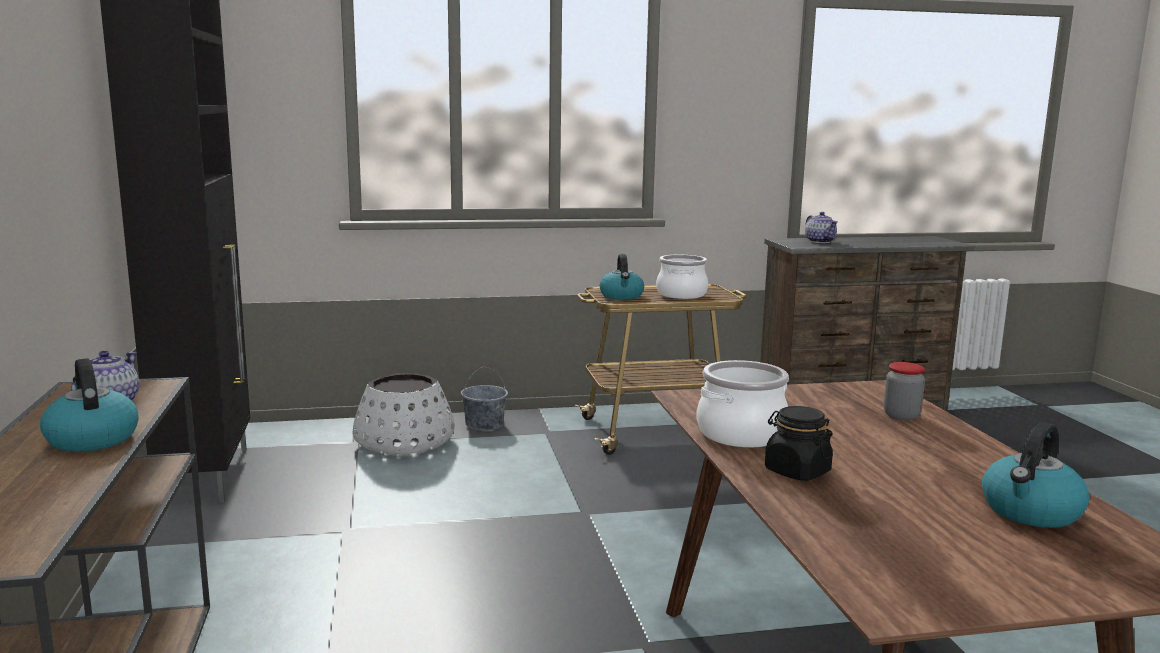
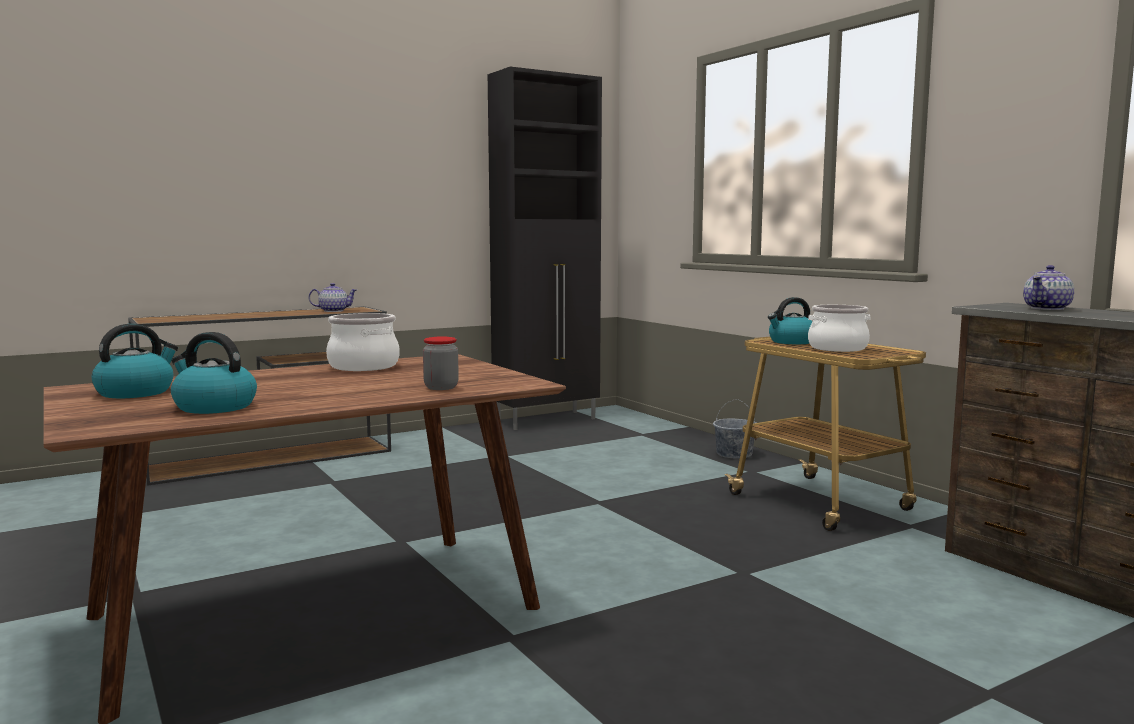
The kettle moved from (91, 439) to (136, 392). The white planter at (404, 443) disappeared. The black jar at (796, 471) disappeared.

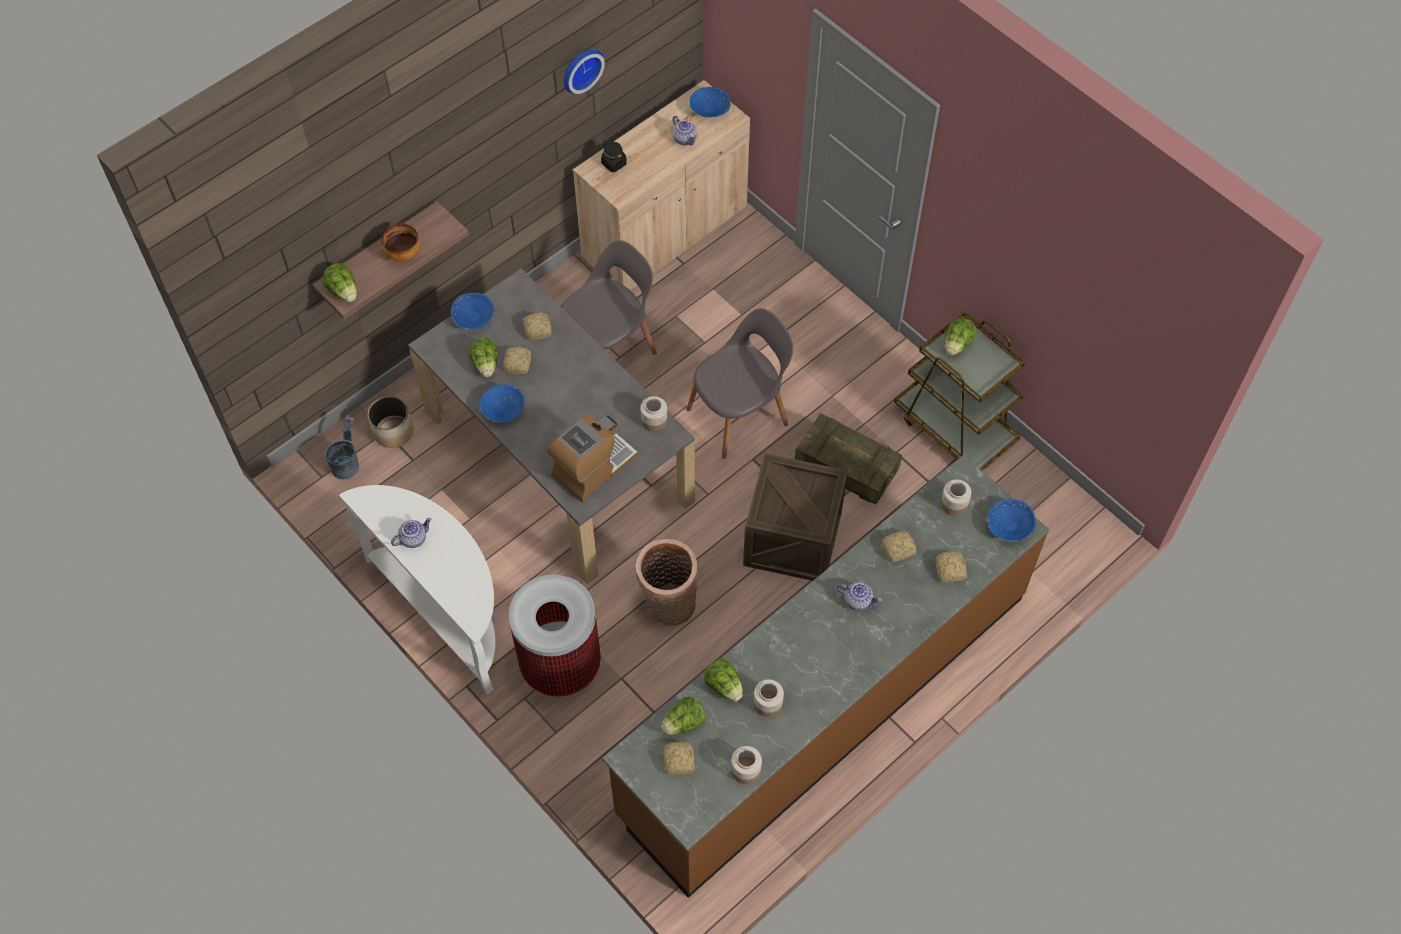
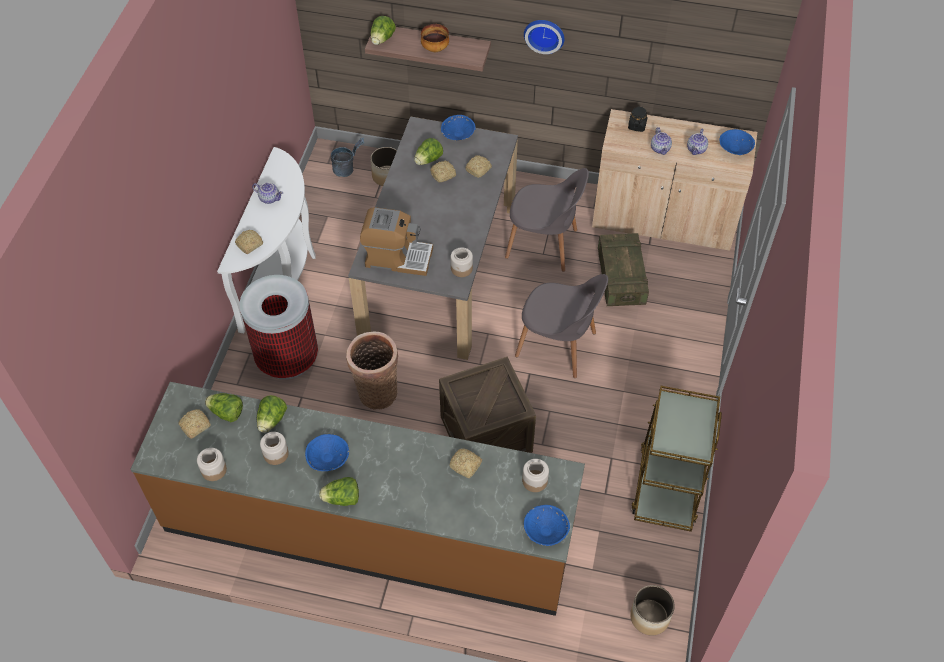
The blue bowl moved from (503, 409) to (328, 458). The wall clock moved from (580, 68) to (544, 34). The crate moved from (846, 467) to (621, 278). The teapot moved from (858, 600) to (660, 149). The bread moved from (950, 571) to (248, 245). The lettuce moved from (957, 344) to (342, 498). The planter at (649, 617) appeared.

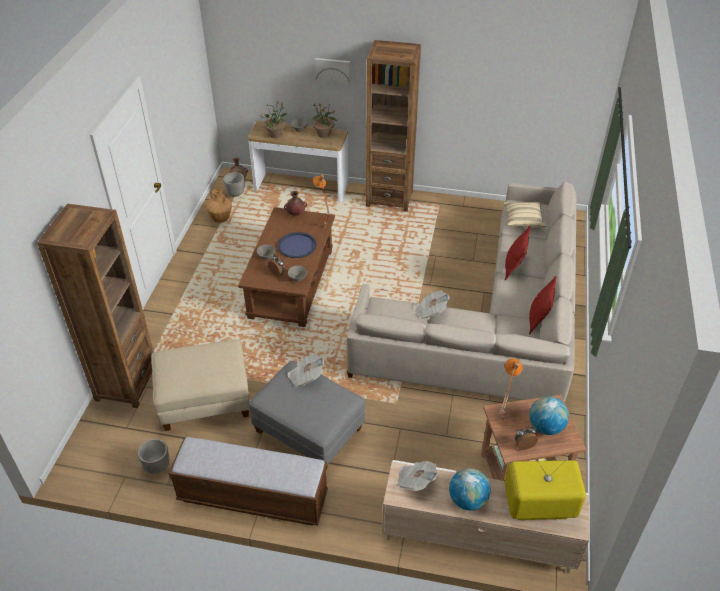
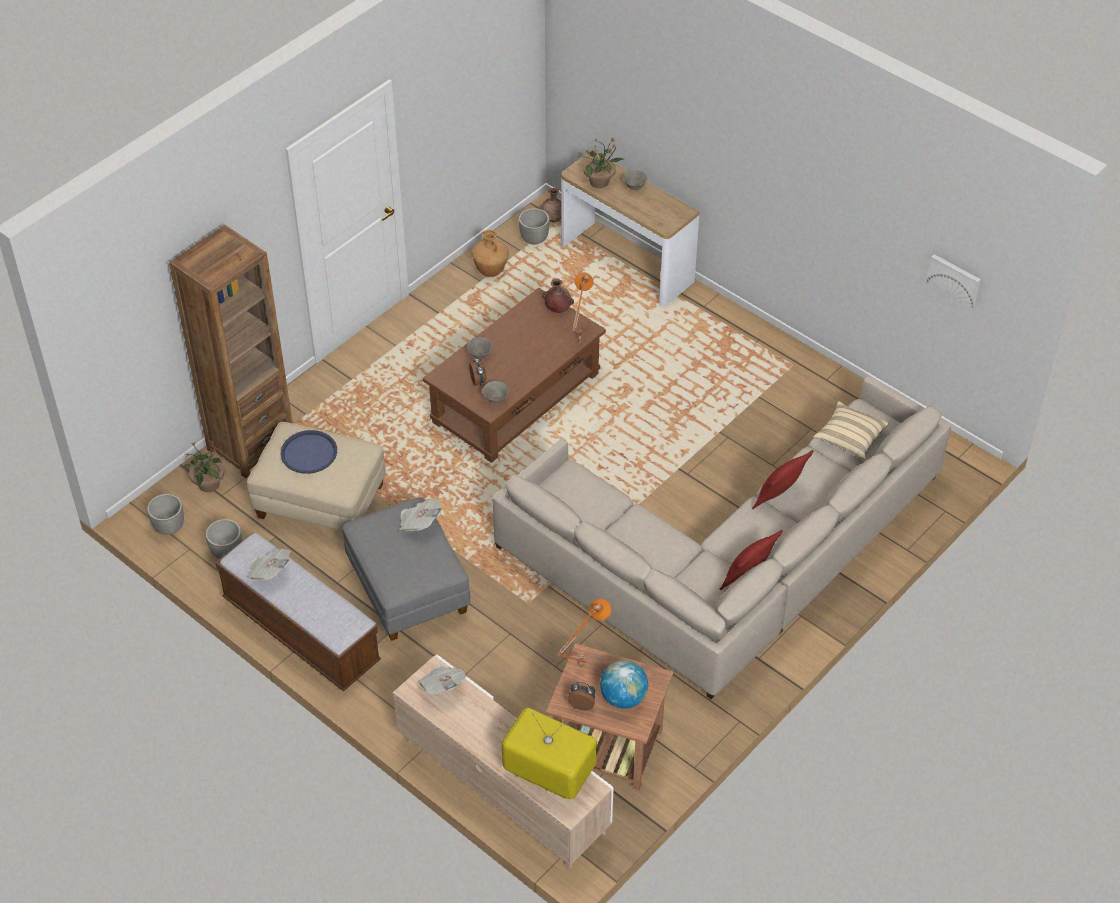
The blue tray moved from (297, 245) to (309, 453). The potted plant moved from (323, 134) to (208, 485). The picture moved from (333, 70) to (954, 279). The brown bookcase at (389, 198) disappeared. The newspaper moved from (430, 311) to (269, 572). The globe at (467, 500) disappeared. The planter at (169, 527) appeared.

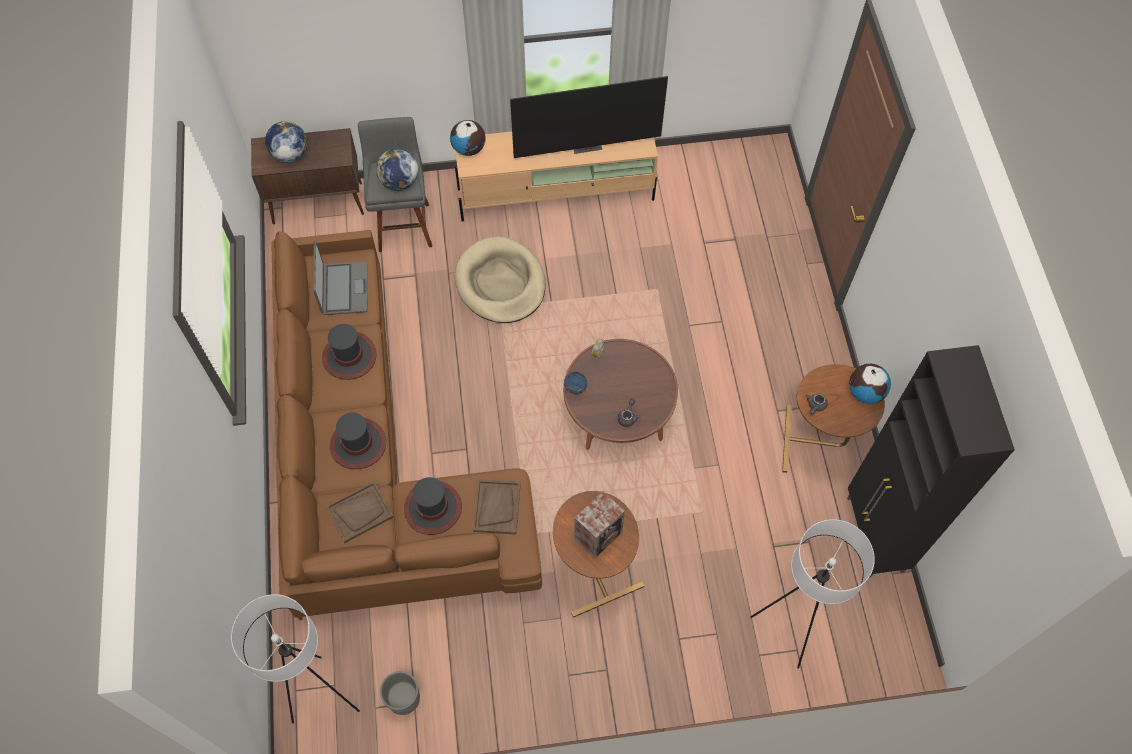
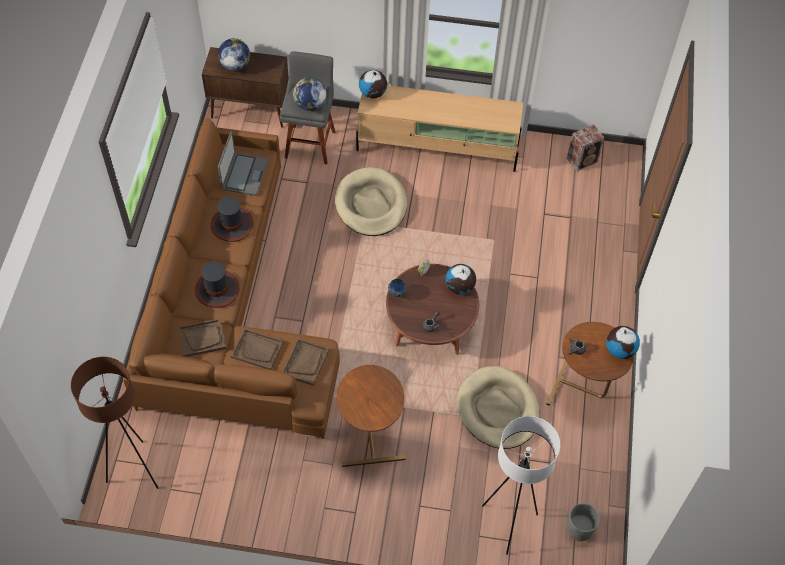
The white floor lamp at (324, 695) became the brown floor lamp at (136, 469). The grey planter moved from (403, 698) to (579, 528). The hat at (433, 507) was replaced by the brown tray at (257, 350). The television at (586, 144) disappeared. The speaker moved from (599, 535) to (583, 160). The black cabinet at (874, 536) disappeared. The globe at (459, 287) appeared. The beige dog bed at (497, 409) appeared.

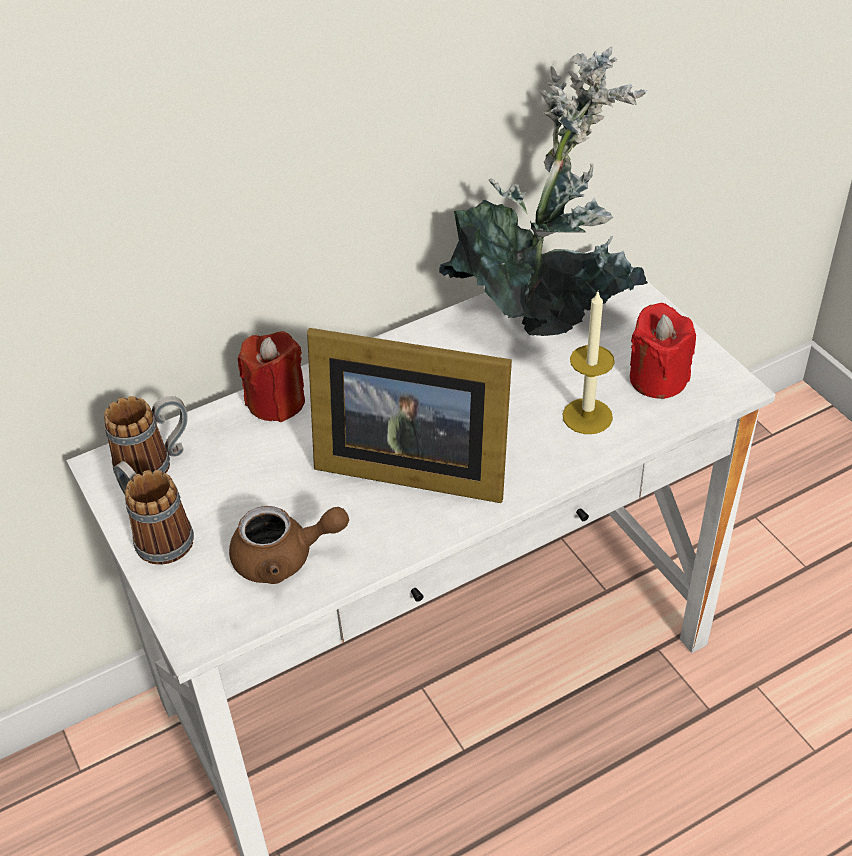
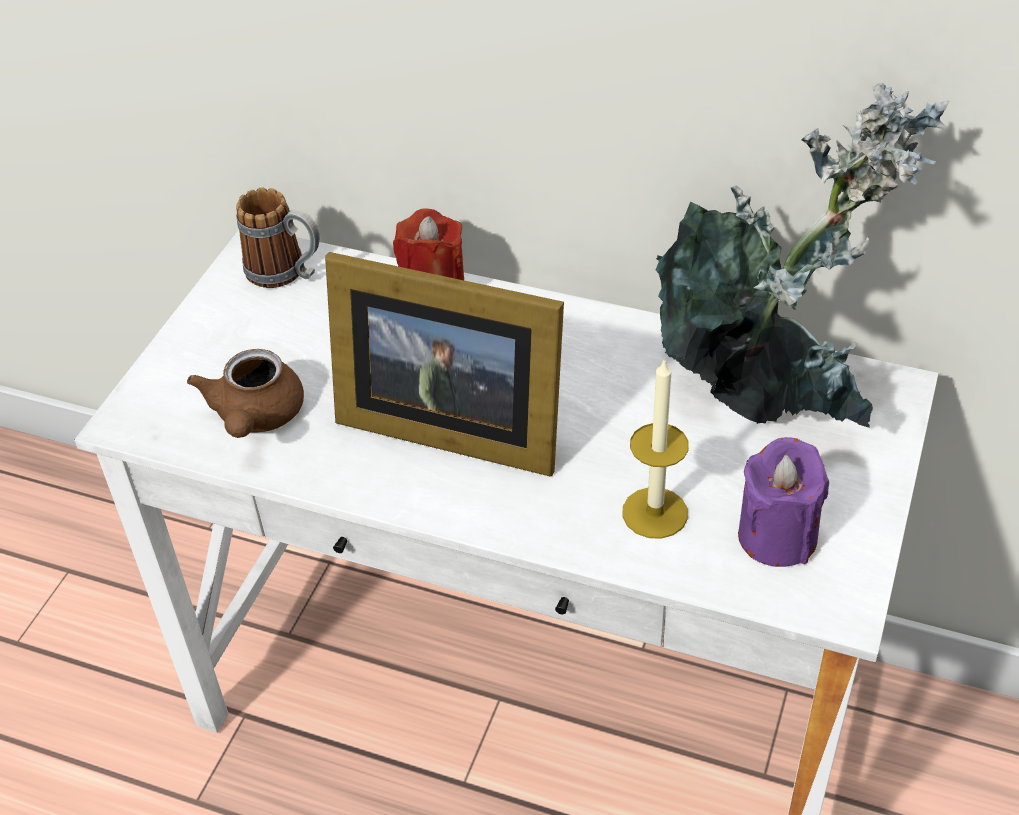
The mug at (156, 535) disappeared. The brown teapot at (284, 558) turned 45 degrees clockwise. The picture frame at (407, 464) turned 45 degrees counterclockwise. The red candle at (657, 379) became the purple candle at (777, 536).

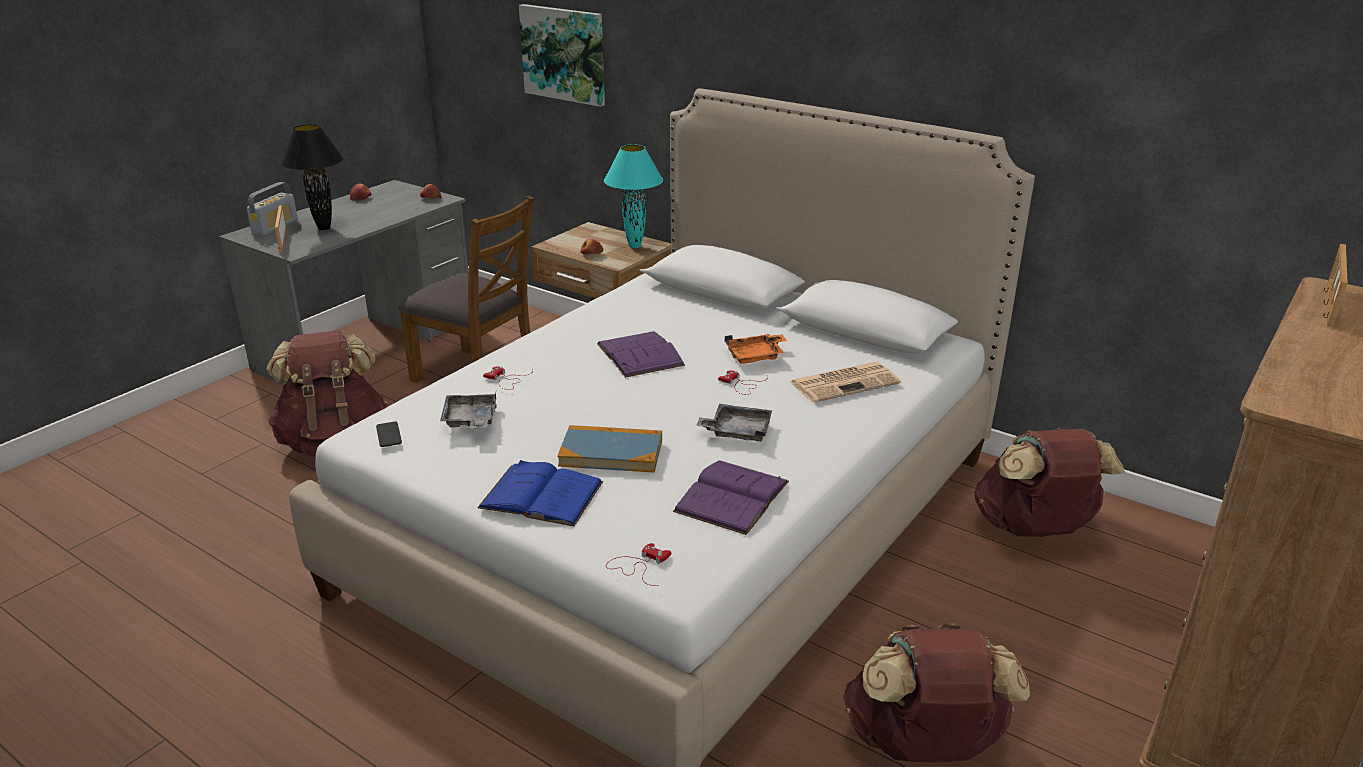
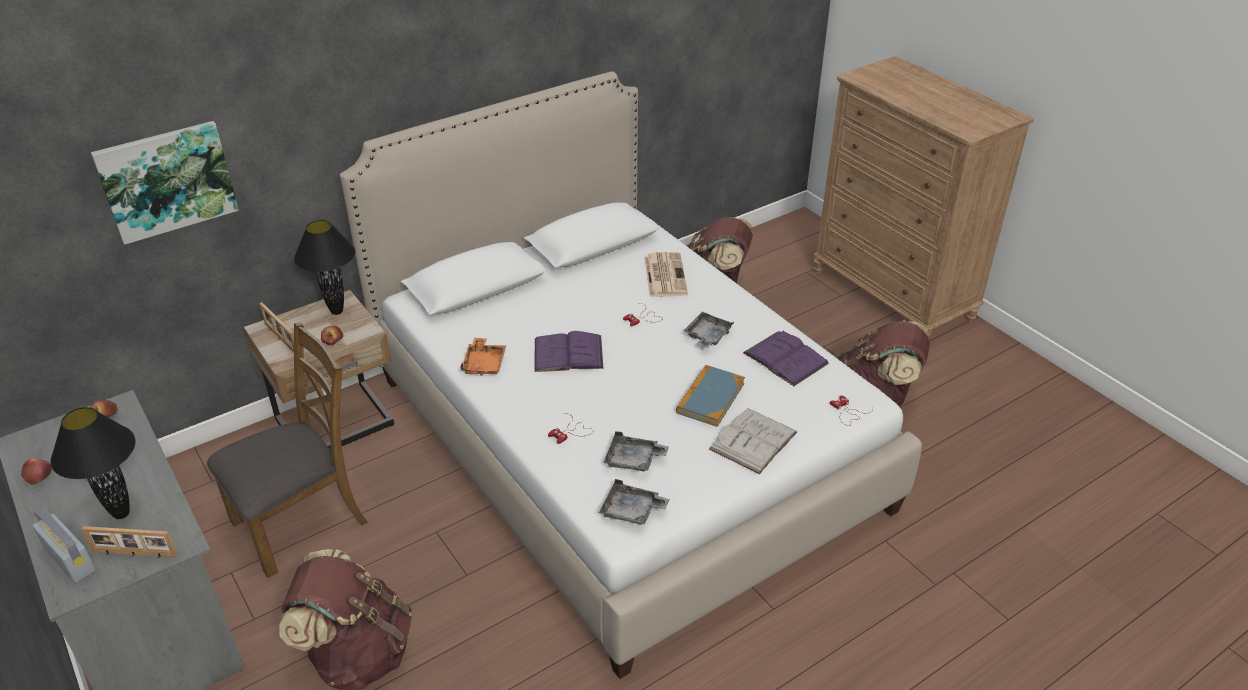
The phone at (389, 435) was replaced by the grey tray at (632, 511). The blue book at (541, 495) became the white book at (753, 440). The turquoise table lamp at (634, 246) became the black table lamp at (337, 311). The orange tray moved from (756, 356) to (484, 364). The picture frame moved from (1327, 304) to (280, 339).

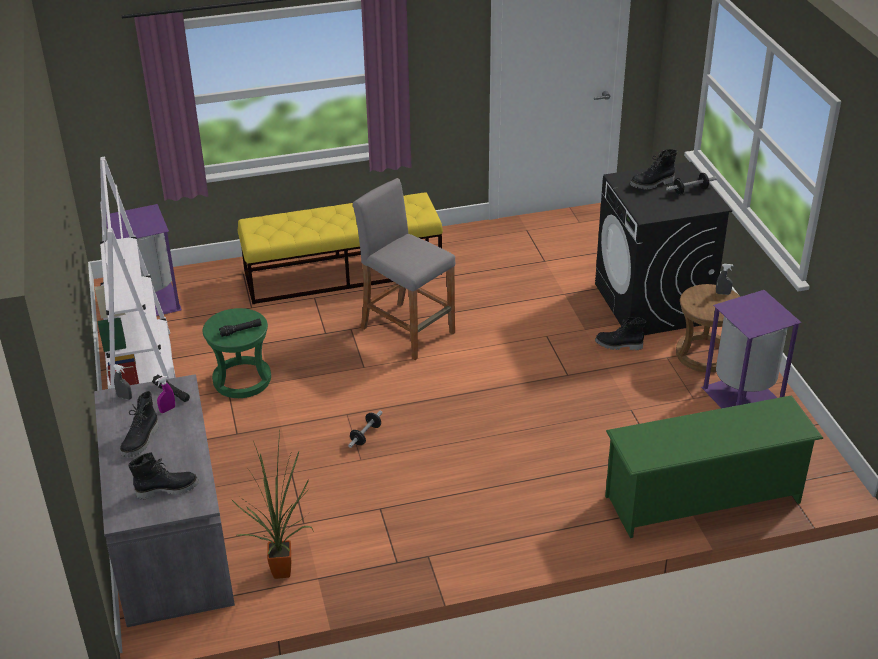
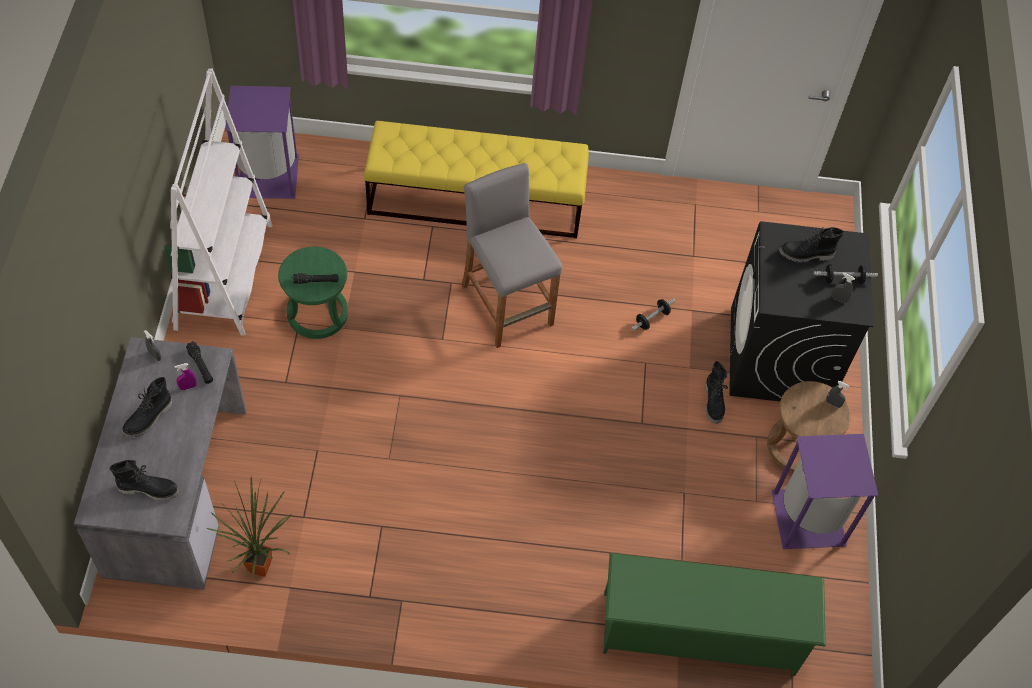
The dumbbell moved from (366, 435) to (652, 319). The black boot at (618, 345) turned 120 degrees counterclockwise. The grey spray bottle at (839, 299) appeared.

